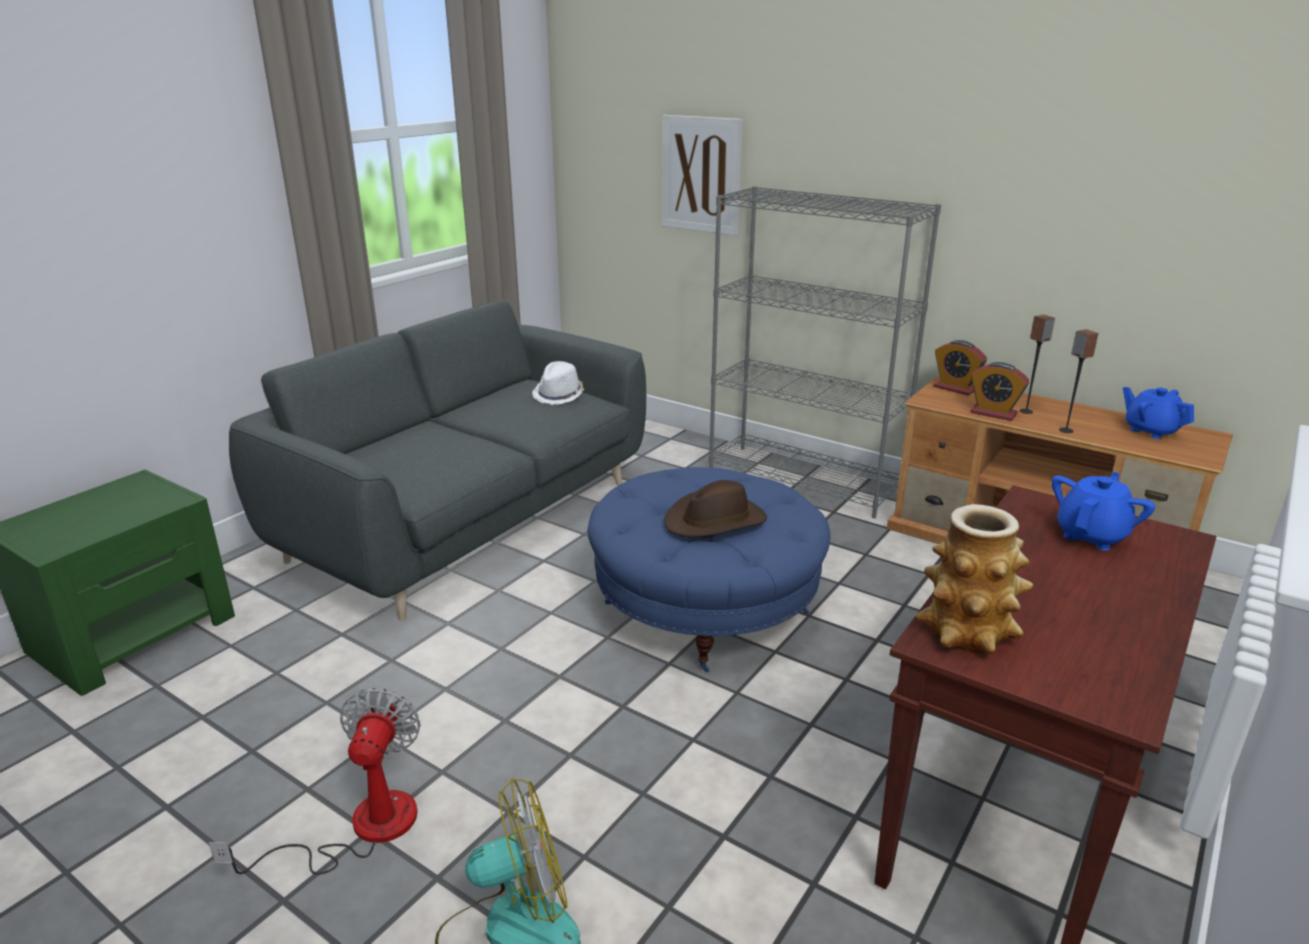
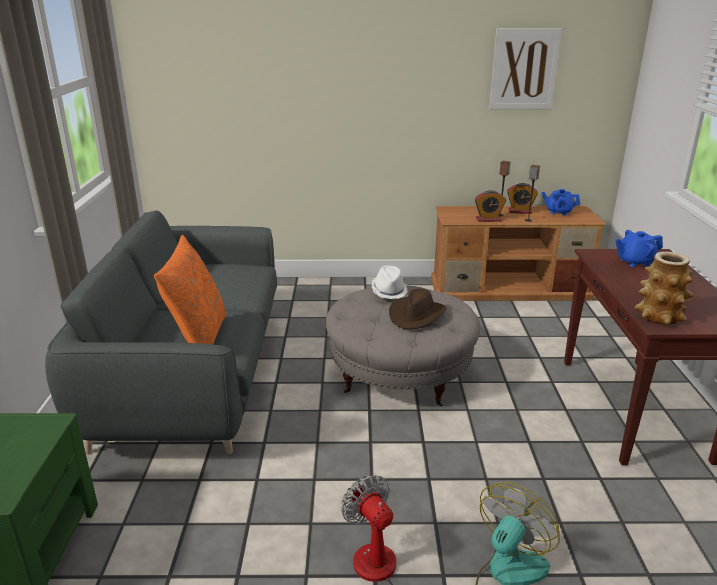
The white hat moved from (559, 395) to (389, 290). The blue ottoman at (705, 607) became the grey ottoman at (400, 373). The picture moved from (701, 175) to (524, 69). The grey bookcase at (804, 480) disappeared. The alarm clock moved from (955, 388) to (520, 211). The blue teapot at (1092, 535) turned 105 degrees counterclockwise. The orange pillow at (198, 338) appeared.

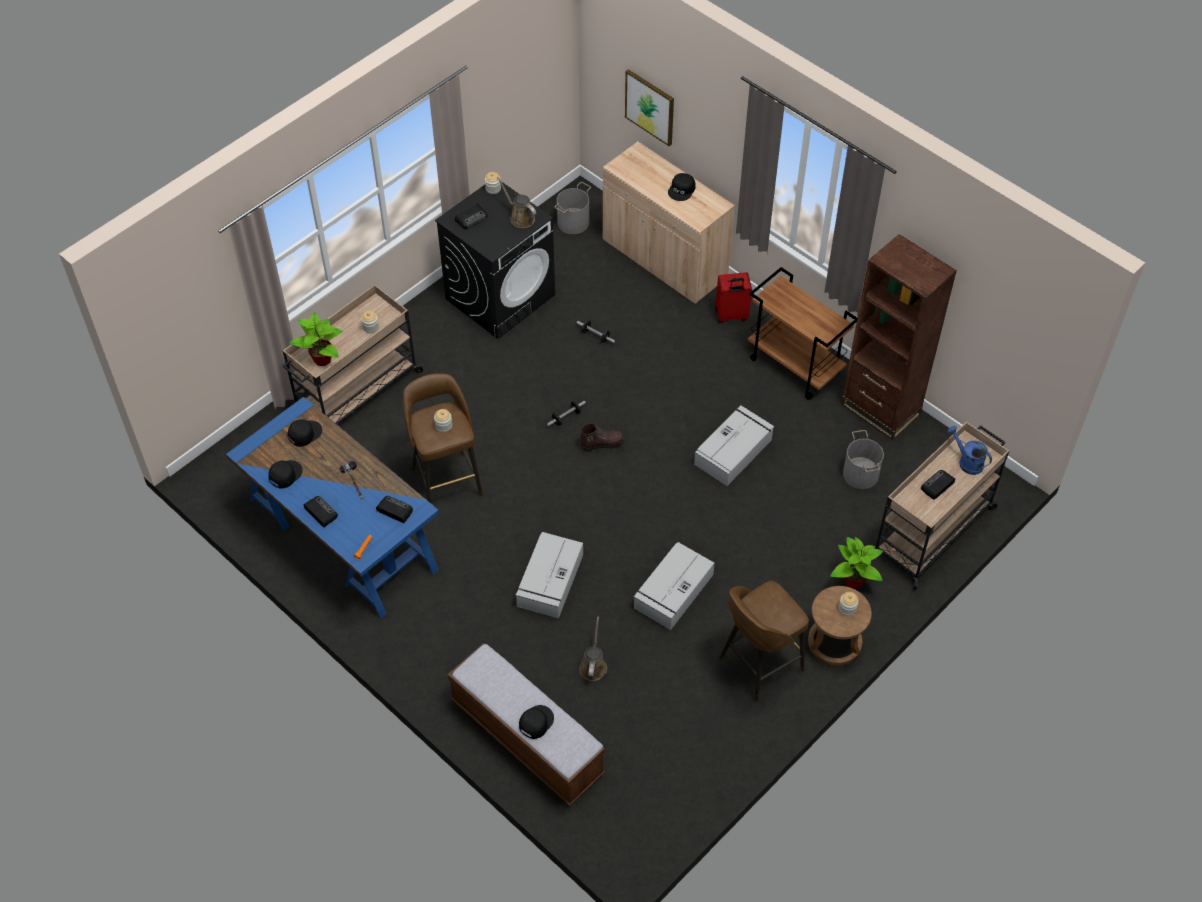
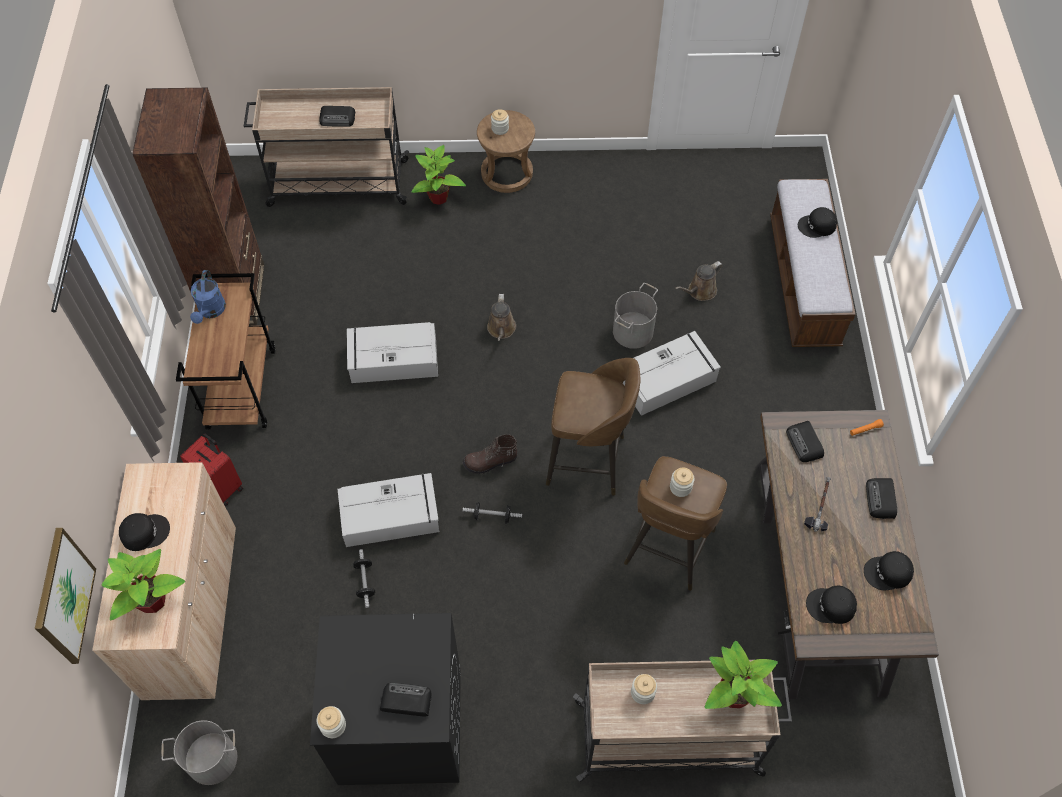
The blue desk at (342, 535) became the brown desk at (819, 575). The brown watering can moved from (520, 217) to (501, 329). The brown boot at (602, 443) turned 45 degrees counterclockwise. The grey storage box moved from (673, 592) to (391, 515). The brown stool moved from (758, 665) to (588, 461). The grey bucket moved from (861, 474) to (632, 331). The blue watering can moved from (967, 462) to (211, 311). The potted plant at (153, 600) appeared.

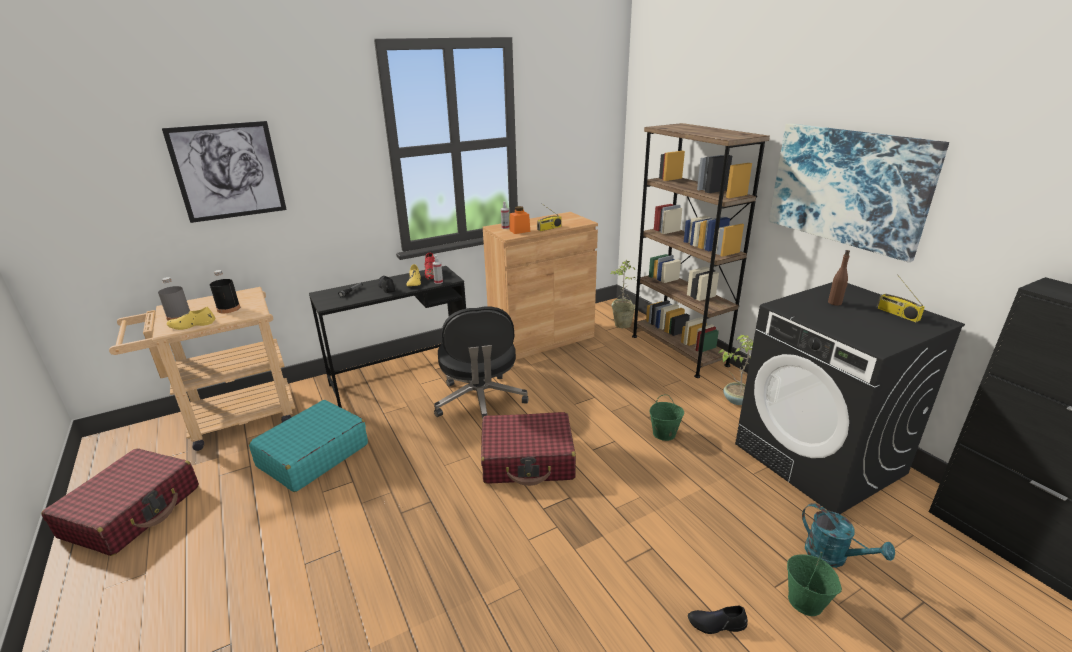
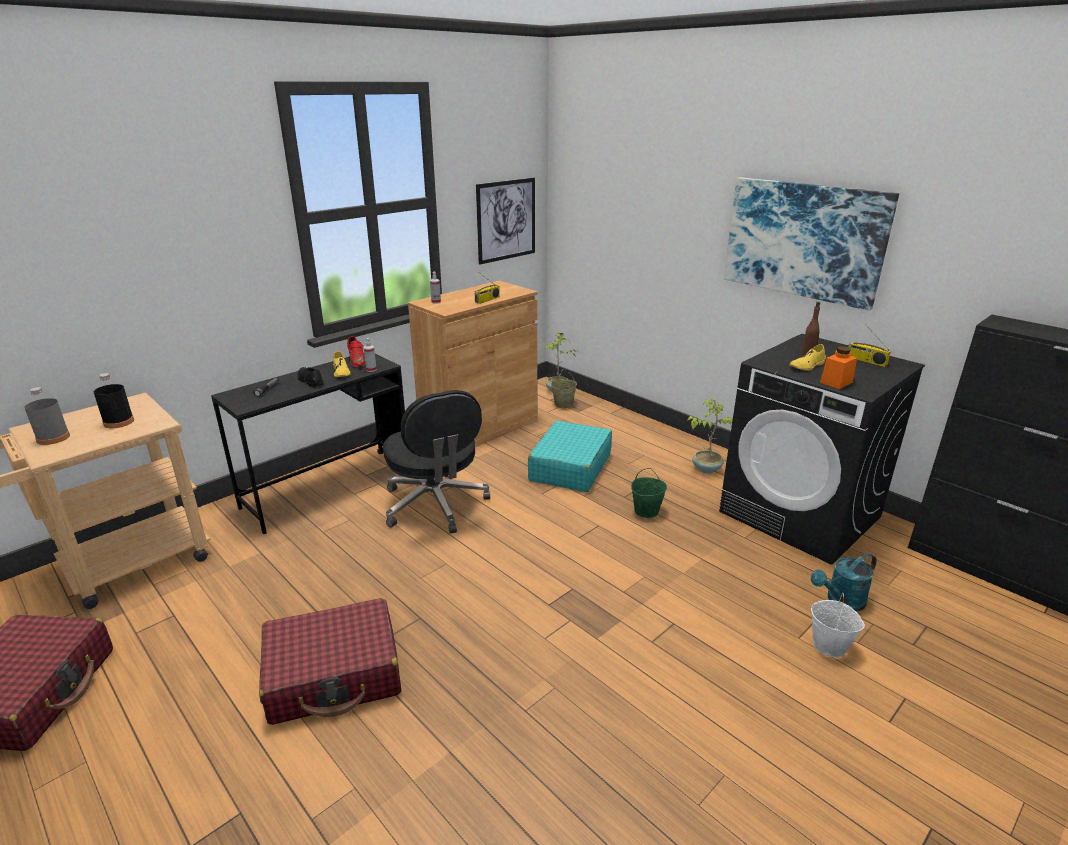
The picture moved from (228, 171) to (506, 220). The yellow shoe moved from (192, 325) to (807, 365). The turquoise suitcase moved from (313, 455) to (570, 467). The red suitcase moved from (528, 459) to (334, 674). The orange jar moved from (519, 231) to (836, 382). The brown bookcase at (678, 350) disappeared. The black shoe at (716, 623) disappeared. The green bucket at (806, 602) became the white bucket at (830, 646). The turquoise watering can at (833, 557) turned 120 degrees clockwise.

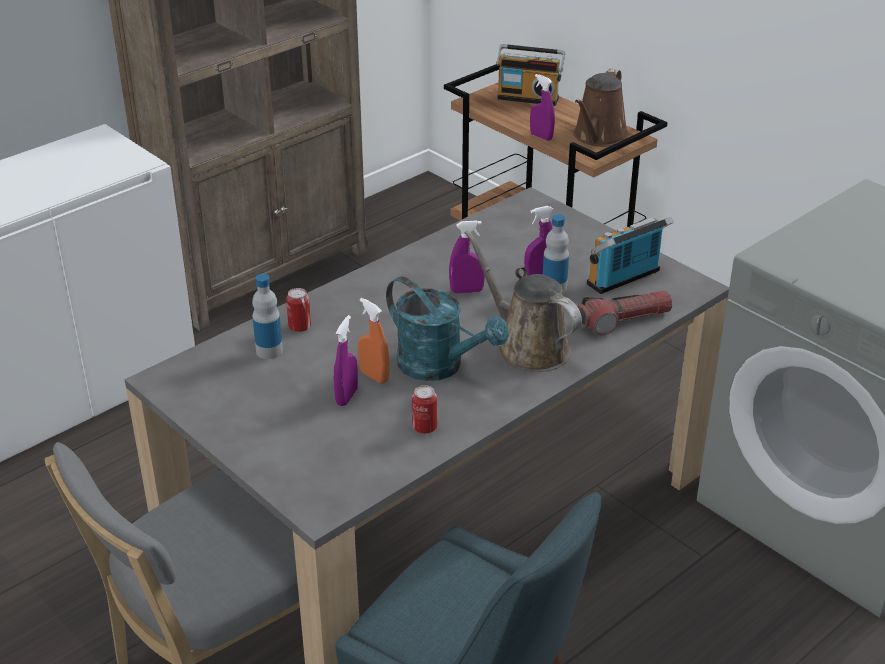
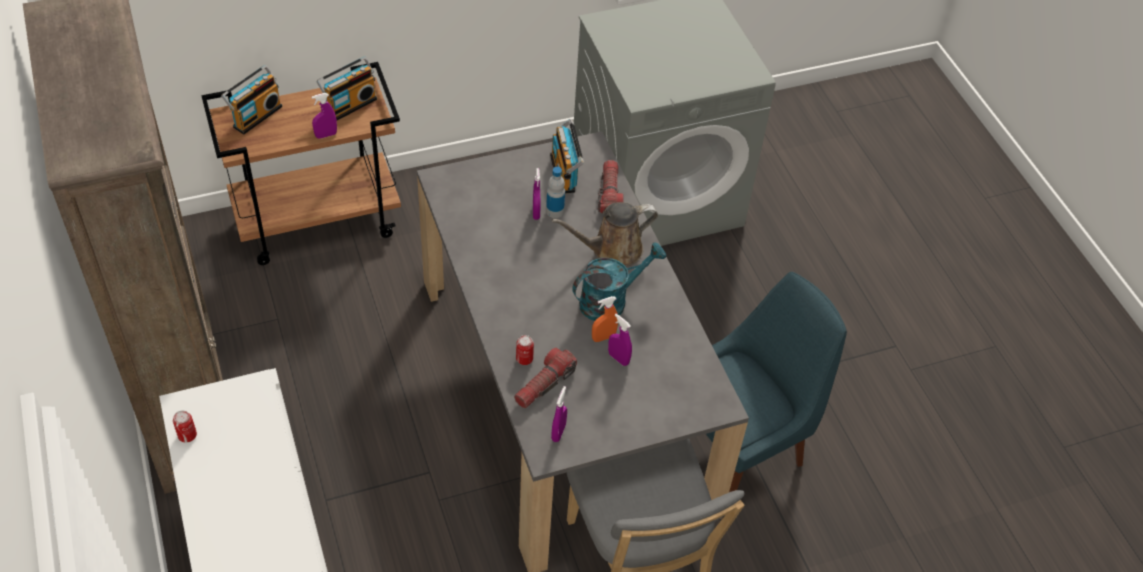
The bottle at (269, 351) was replaced by the flashlight at (544, 384). The can moved from (424, 427) to (187, 435). The purple spray bottle moved from (466, 291) to (558, 432). The brown watering can at (598, 137) was replaced by the radio at (349, 105).

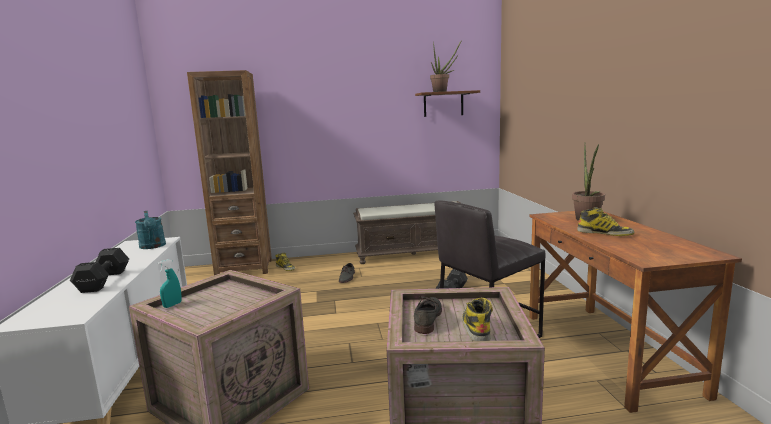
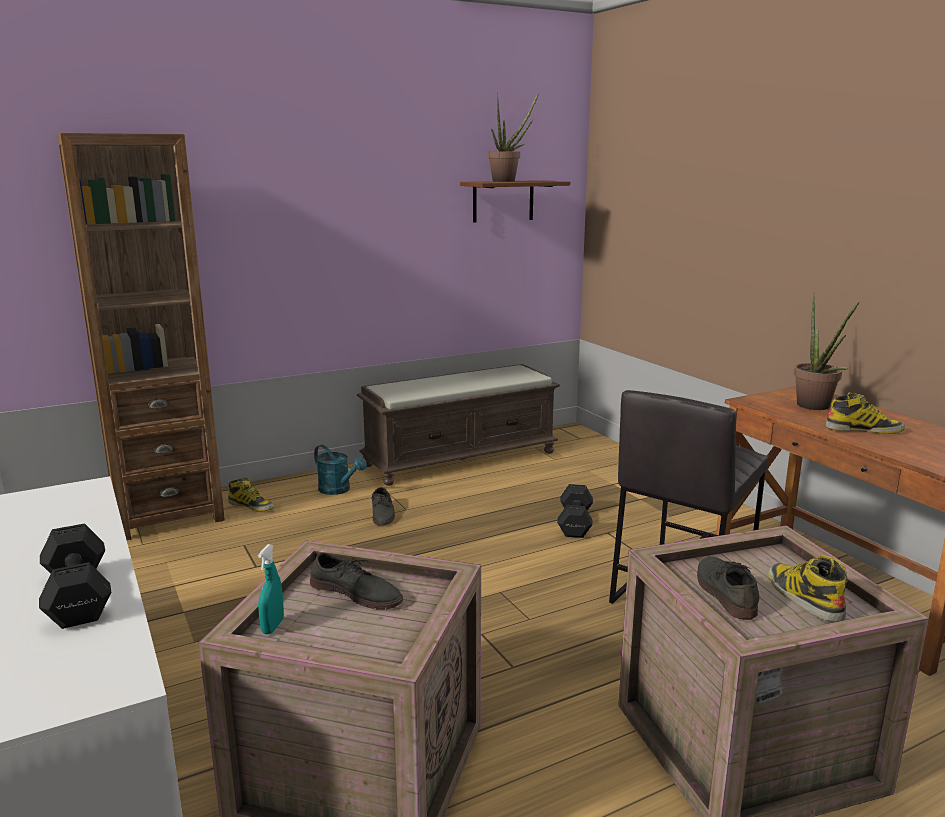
The turquoise watering can moved from (153, 246) to (339, 490). The grey shoe at (356, 592) appeared.

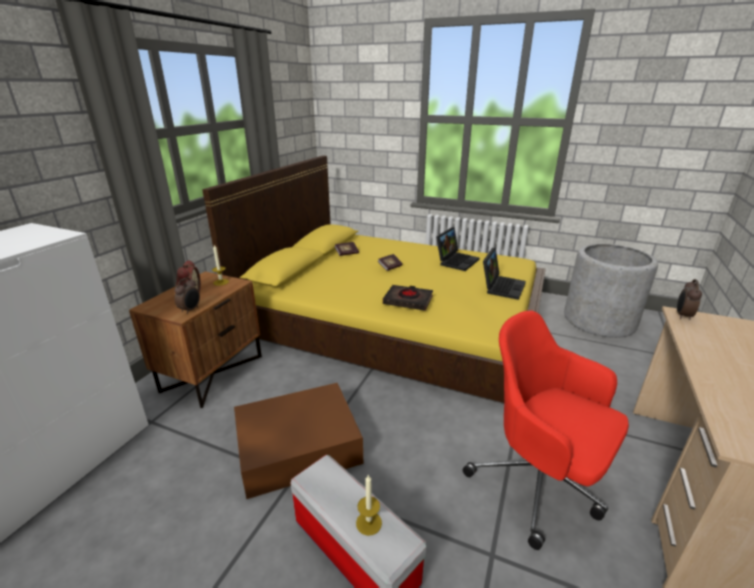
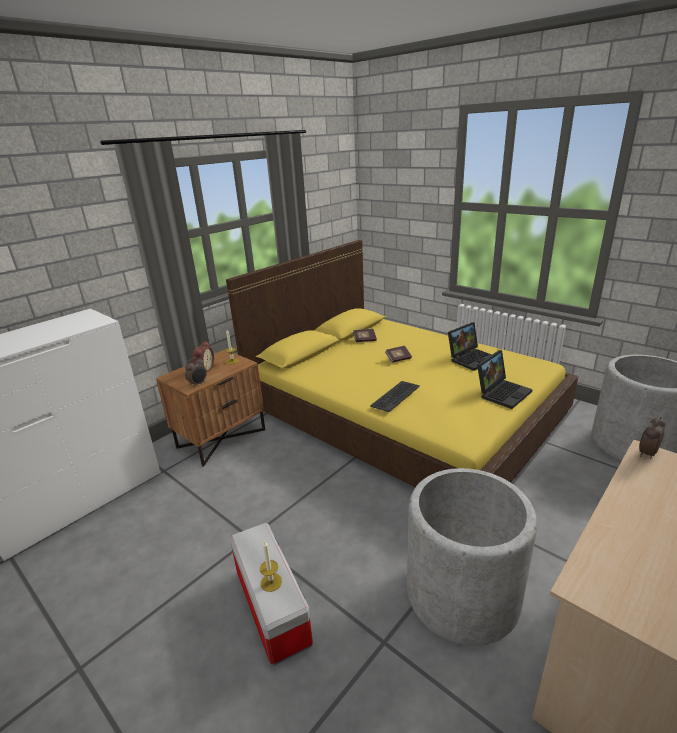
The brown storage box at (296, 446) disappeared. The black book at (408, 300) was replaced by the keyboard at (395, 396). The red office chair at (538, 482) was replaced by the grey planter at (462, 593).

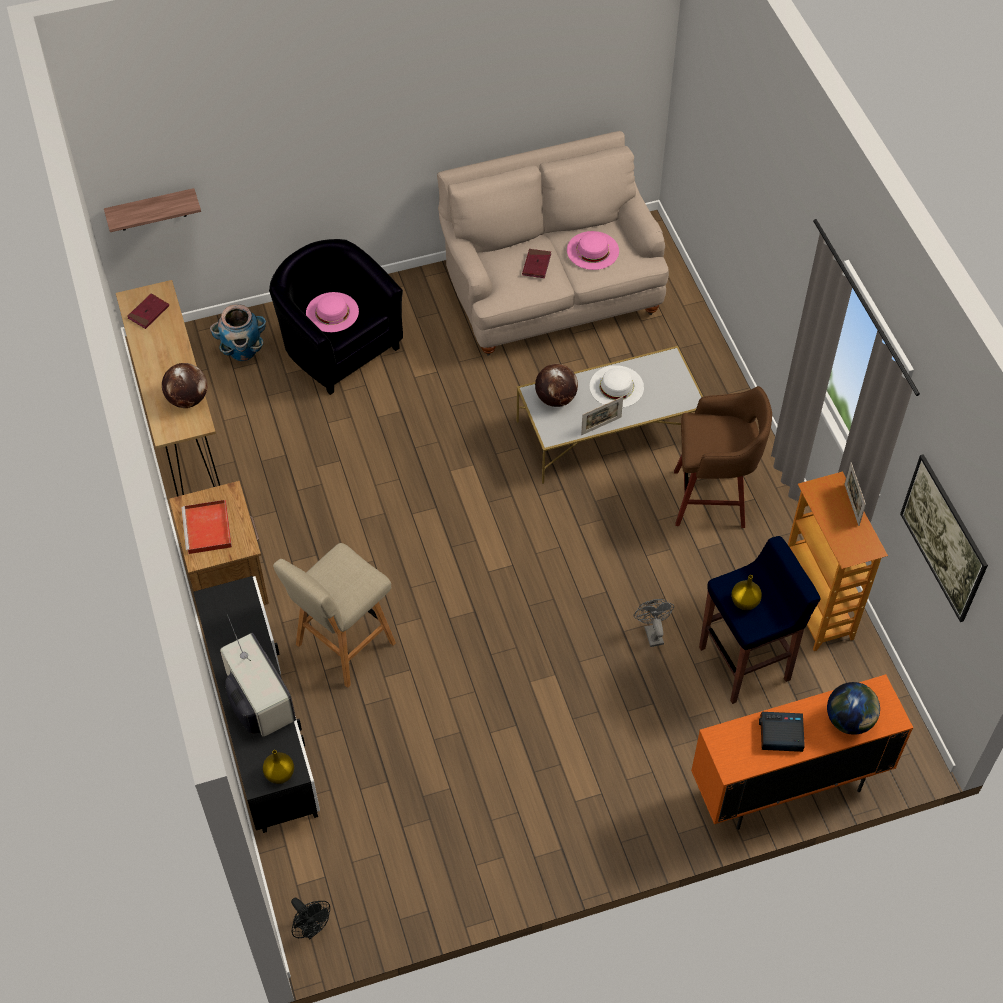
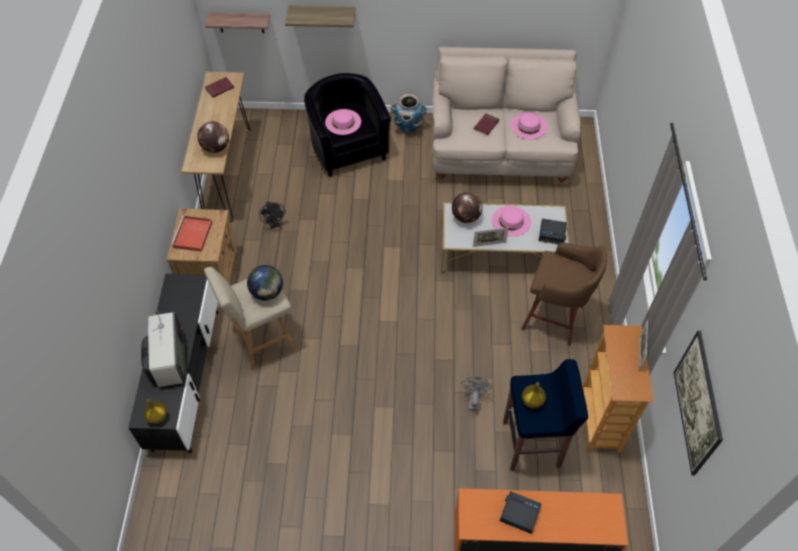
The planter moved from (243, 351) to (408, 127). The black fan moved from (311, 928) to (274, 224). The white hat at (616, 386) became the pink hat at (511, 221). The globe moved from (849, 720) to (267, 292). The shelf at (322, 16) appeared. The alarm clock at (552, 233) appeared.

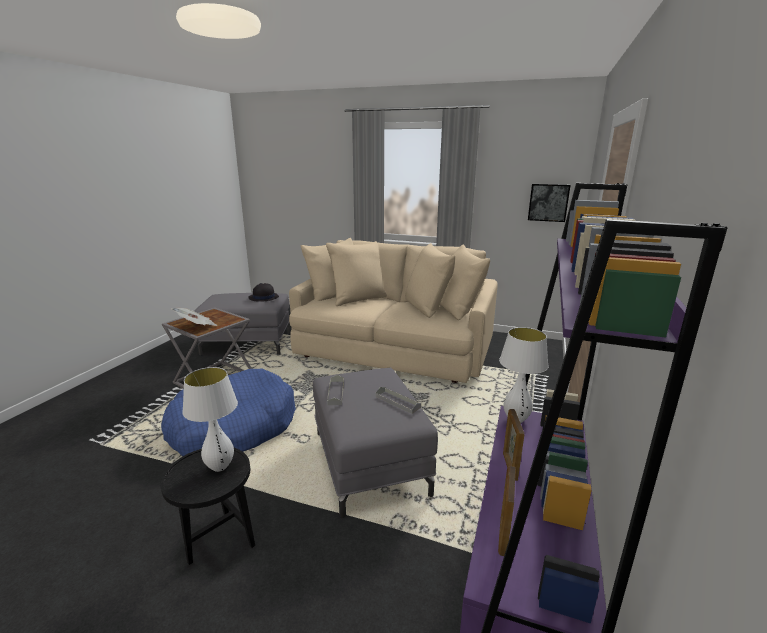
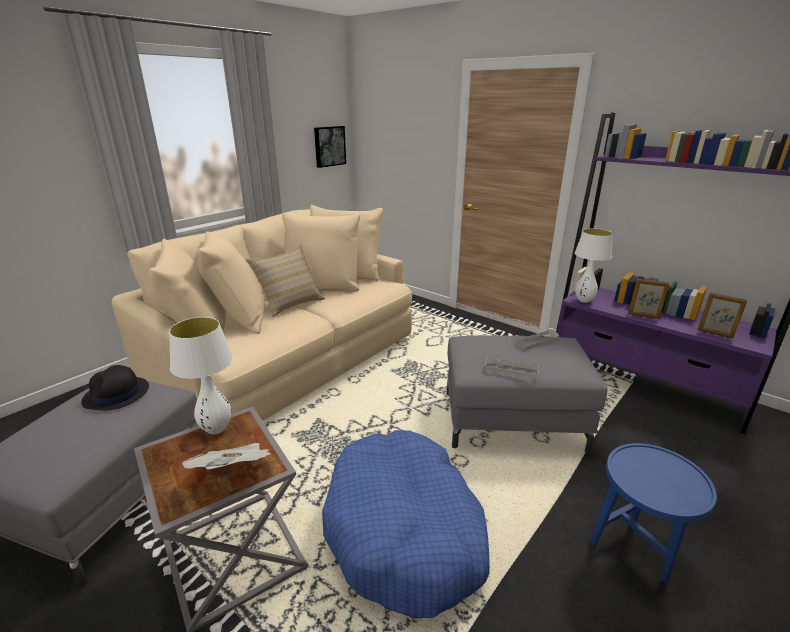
The black side table at (218, 544) became the blue side table at (634, 551). The white table lamp moved from (219, 467) to (216, 429). The beige pillow at (290, 303) appeared.

